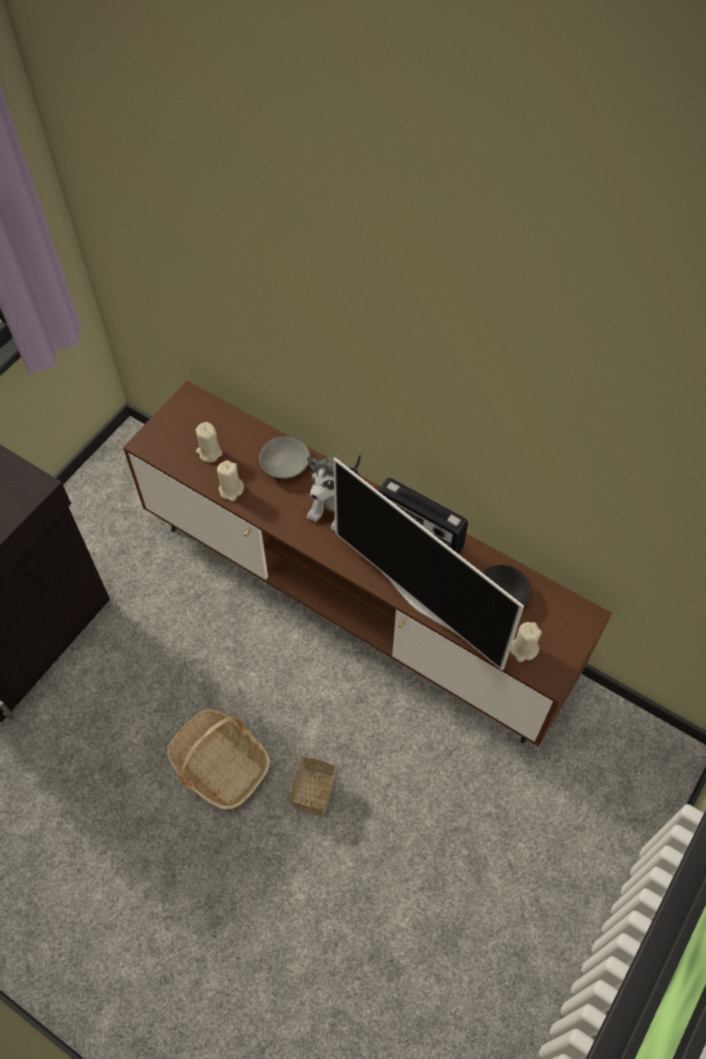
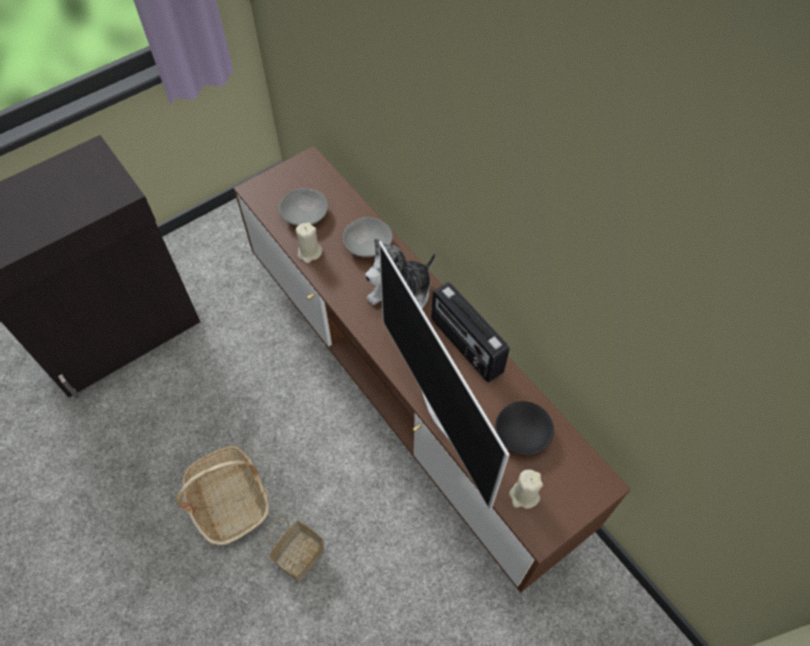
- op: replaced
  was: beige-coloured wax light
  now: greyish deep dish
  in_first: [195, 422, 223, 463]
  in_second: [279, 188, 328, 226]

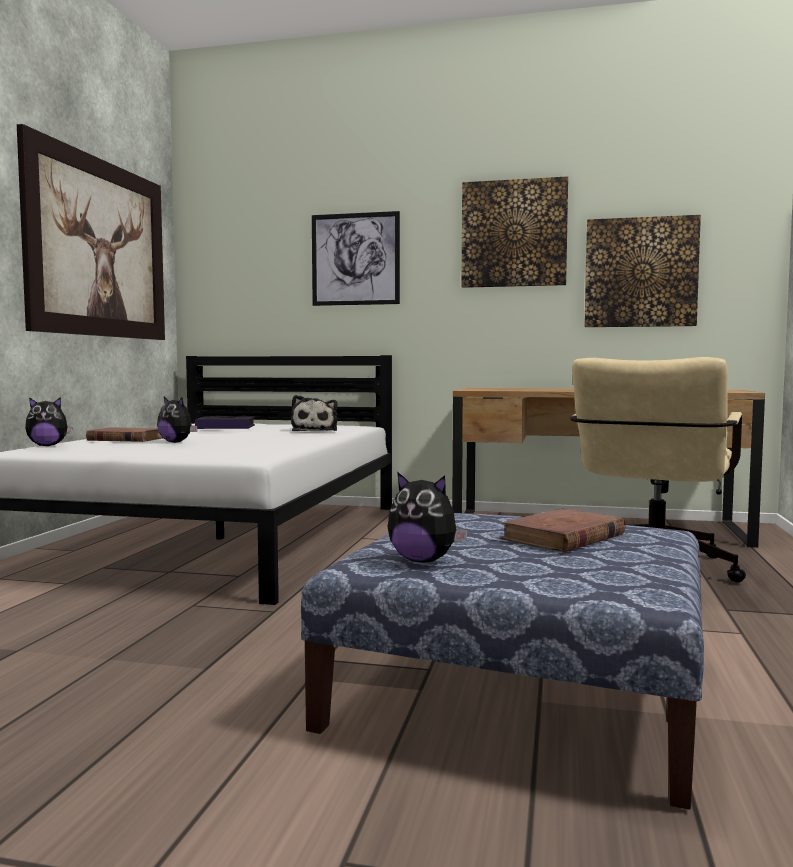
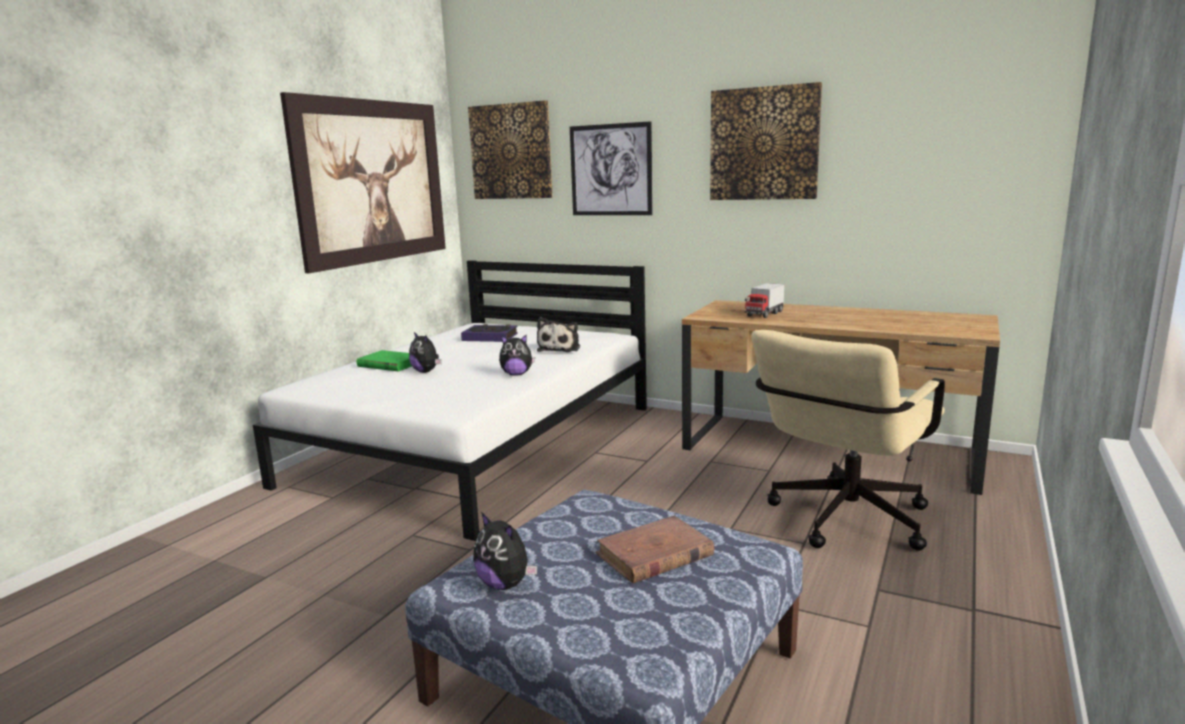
- op: recoloured
  was: brown book
  now: green-coloured book
  in_first: [86, 427, 163, 442]
  in_second: [357, 350, 412, 372]
- op: moved
  was: picture
  in_first: [585, 215, 701, 327]
  in_second: [468, 100, 553, 199]
- op: moved
  was: soft toy
  in_first: [25, 397, 73, 446]
  in_second: [499, 335, 535, 376]
- op: added
  now: model truck
  in_second: [744, 283, 784, 318]

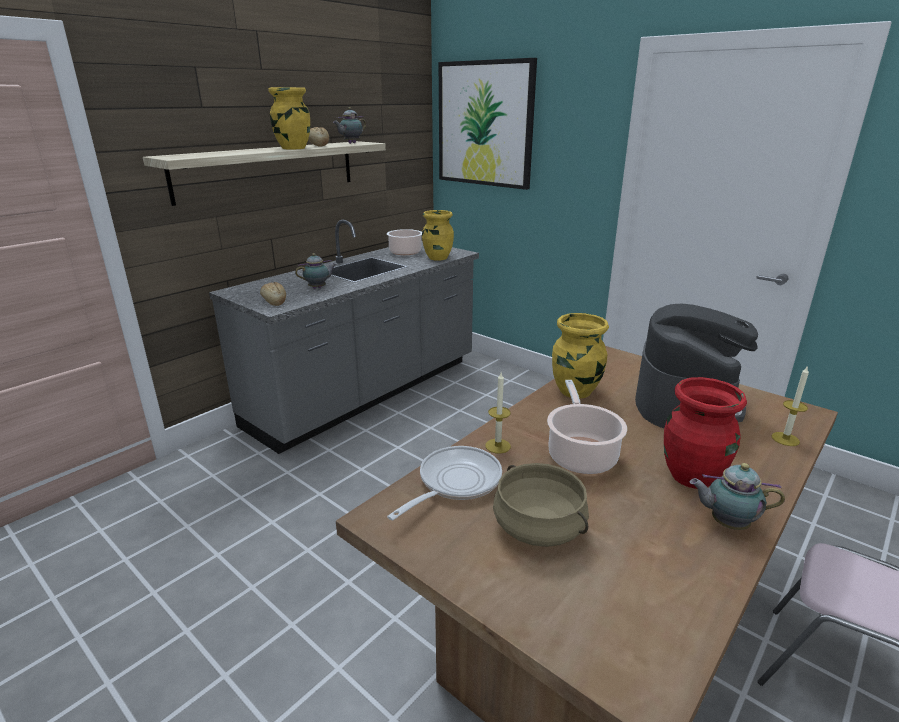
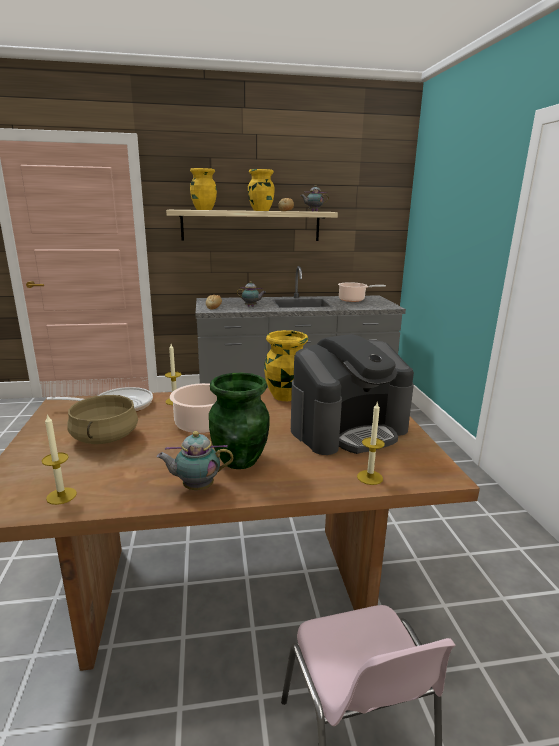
- op: added
  now: wax light
  in_second: [42, 414, 77, 505]
- op: turned
  was: tea pot
  in_first: [690, 463, 785, 530]
  in_second: [156, 431, 234, 490]
  clockwise: -60
- op: moved
  was: yellowish vase
  in_first: [422, 210, 454, 261]
  in_second: [190, 168, 217, 210]
- op: recoloured
  was: reddish vase
  now: green-coloured vase
  in_first: [664, 377, 747, 489]
  in_second: [209, 373, 270, 469]
- op: removed
  was: picture
  in_first: [439, 58, 537, 190]

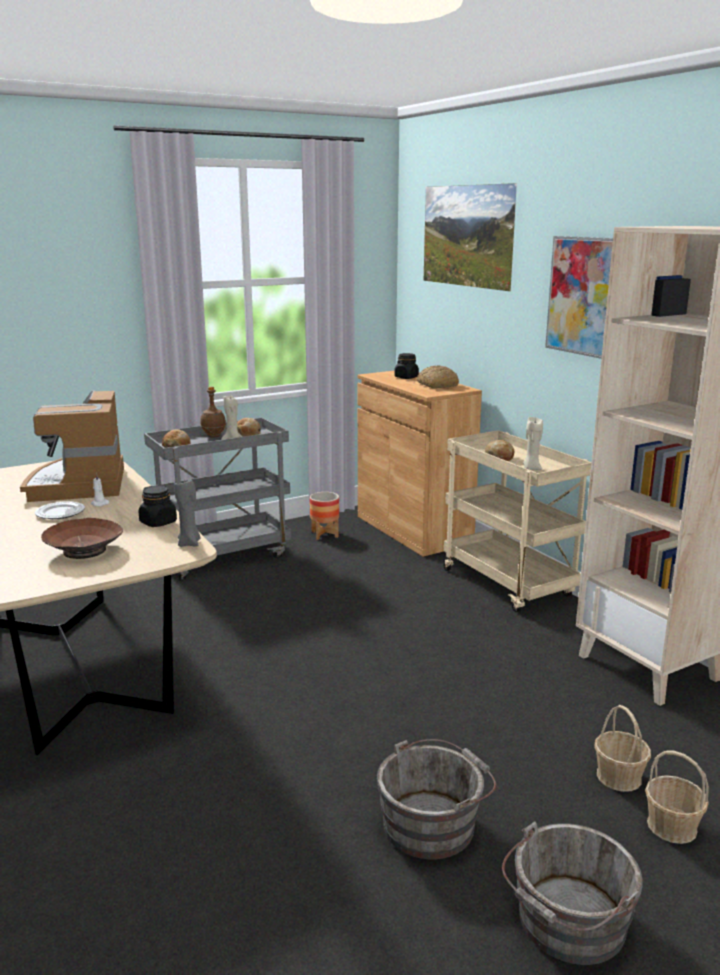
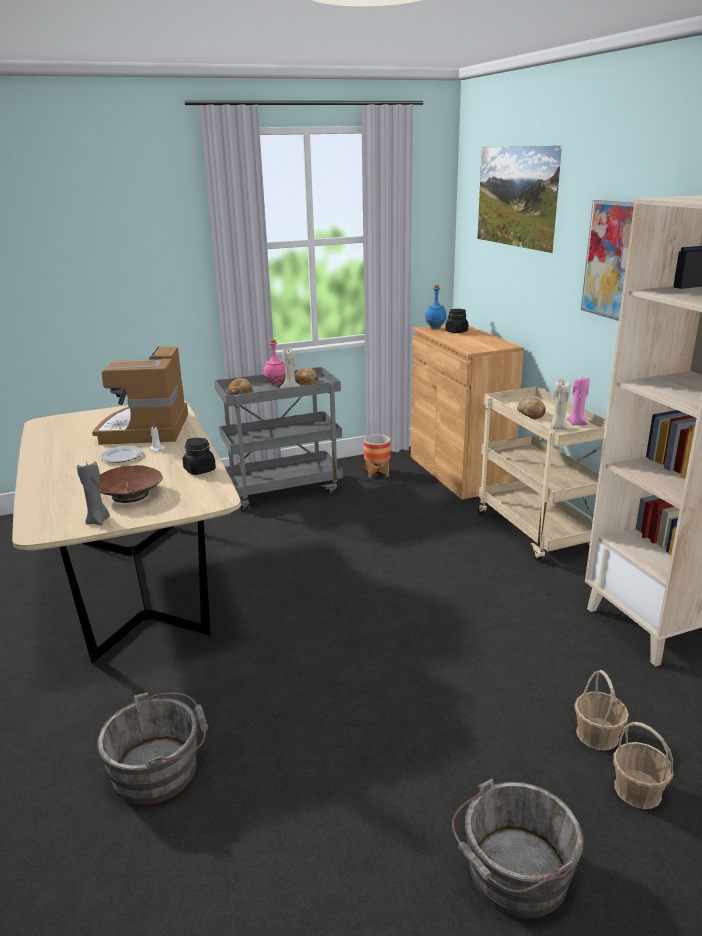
- op: moved
  was: greyish wax light
  in_first: [174, 479, 201, 547]
  in_second: [77, 461, 110, 526]
- op: moved
  was: greyish bucket
  in_first: [377, 739, 496, 859]
  in_second: [97, 692, 208, 805]
- op: recoloured
  was: brown drink bottle
  now: pinkish drink bottle
  in_first: [200, 387, 226, 438]
  in_second: [264, 339, 285, 385]
- op: added
  now: blue drink bottle
  in_second: [425, 285, 447, 329]
- op: added
  now: pinkish wax light
  in_second: [566, 377, 590, 426]
- op: removed
  was: bread
  in_first: [417, 365, 459, 388]

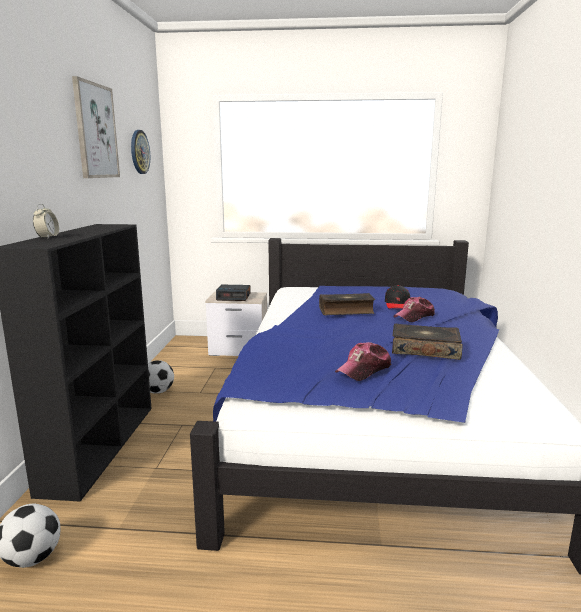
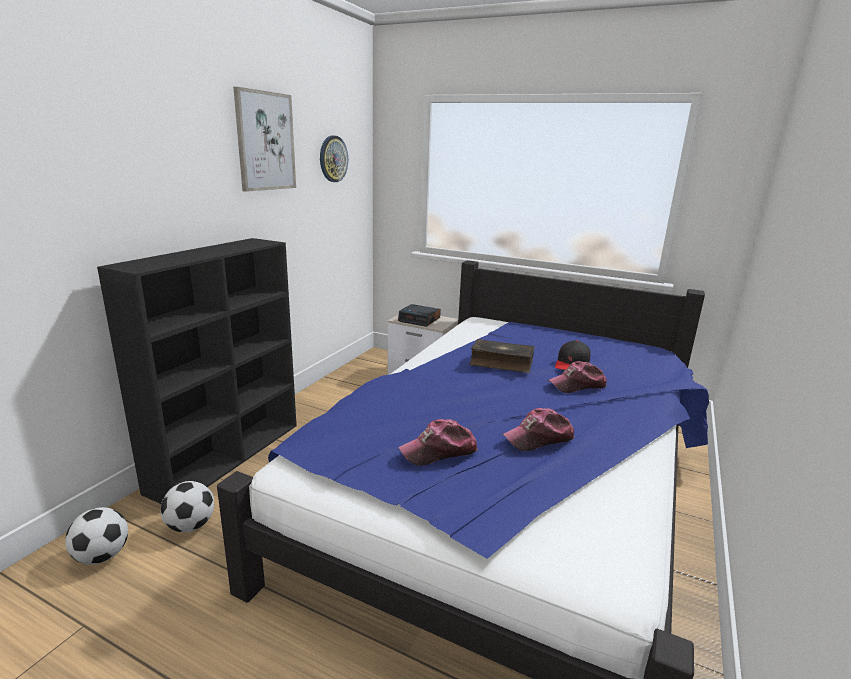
- op: moved
  was: football
  in_first: [148, 360, 174, 393]
  in_second: [161, 481, 214, 533]
- op: replaced
  was: book
  now: peaked cap
  in_first: [392, 324, 463, 360]
  in_second: [503, 408, 575, 451]
- op: removed
  was: alarm clock
  in_first: [33, 204, 59, 238]

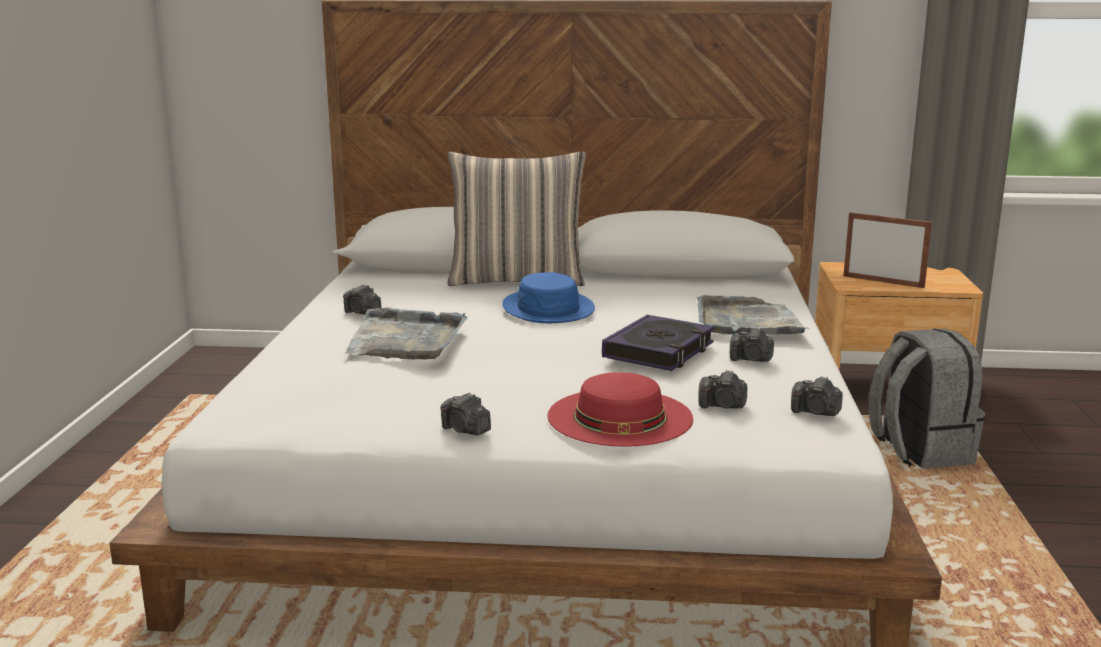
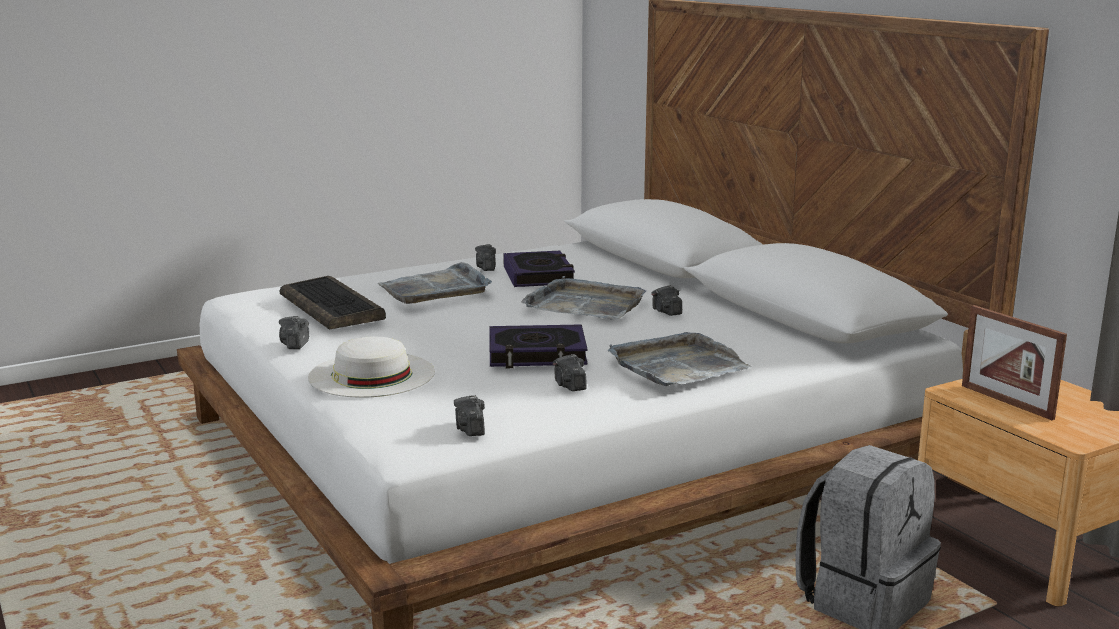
- op: added
  now: keyboard
  in_second: [279, 276, 386, 330]
- op: recoloured
  was: reddish clothing hat
  now: white-coloured clothing hat
  in_first: [547, 372, 693, 447]
  in_second: [308, 336, 435, 398]
- op: added
  now: book
  in_second: [503, 251, 575, 287]
- op: replaced
  was: blue clothing hat
  now: greyish tray
  in_first: [502, 272, 595, 323]
  in_second: [521, 276, 646, 319]
- op: moved
  was: photo camera
  in_first: [699, 370, 747, 408]
  in_second: [652, 285, 682, 316]
- op: turned
  was: photo frame
  in_first: [844, 212, 932, 288]
  in_second: [962, 305, 1067, 420]
  clockwise: 150
- op: removed
  was: pillow
  in_first: [447, 151, 586, 286]

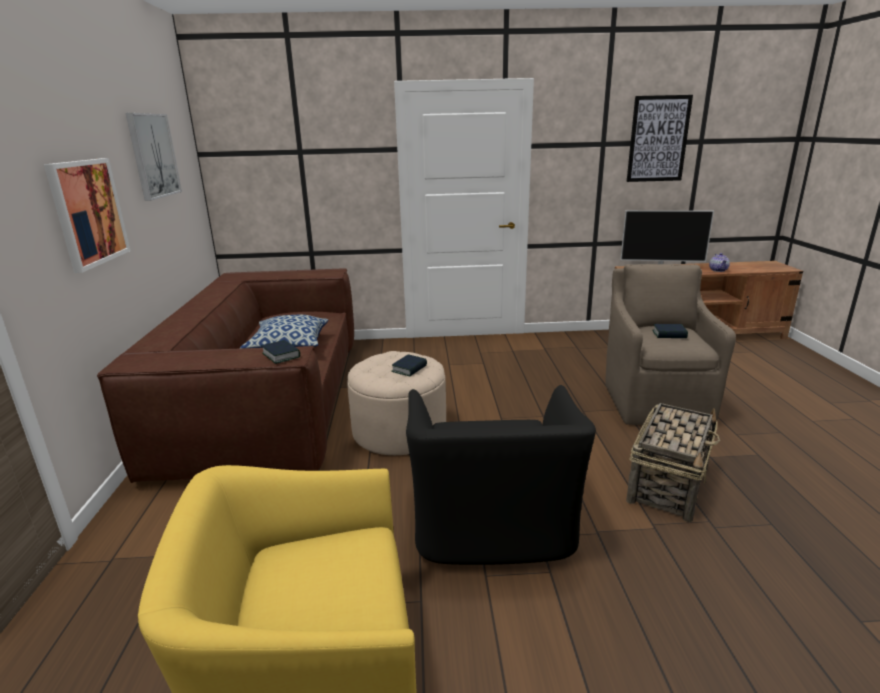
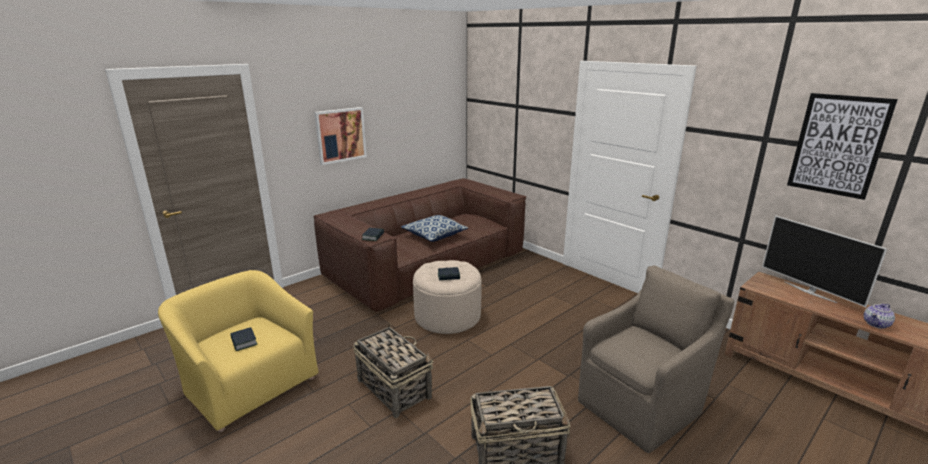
- op: moved
  was: book
  in_first: [652, 324, 688, 338]
  in_second: [230, 327, 257, 351]
- op: replaced
  was: black-coloured armchair
  now: basket
  in_first: [406, 385, 596, 565]
  in_second: [353, 322, 433, 418]
- op: removed
  was: picture
  in_first: [126, 113, 182, 201]

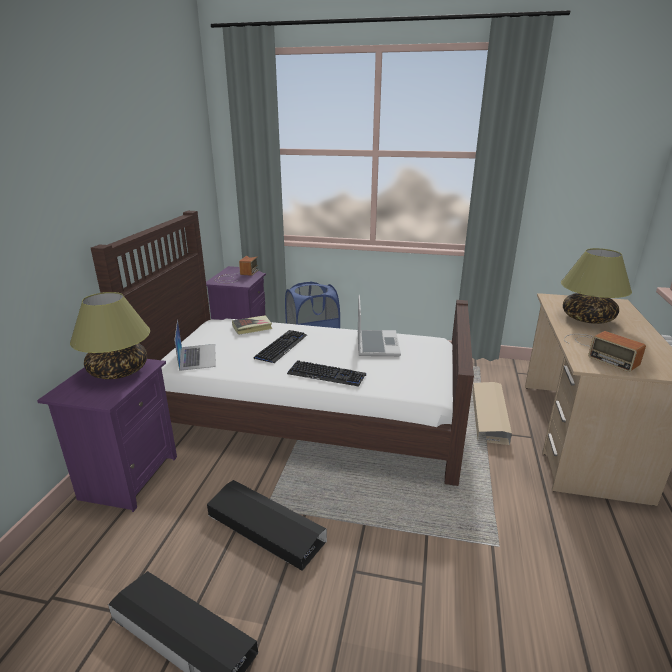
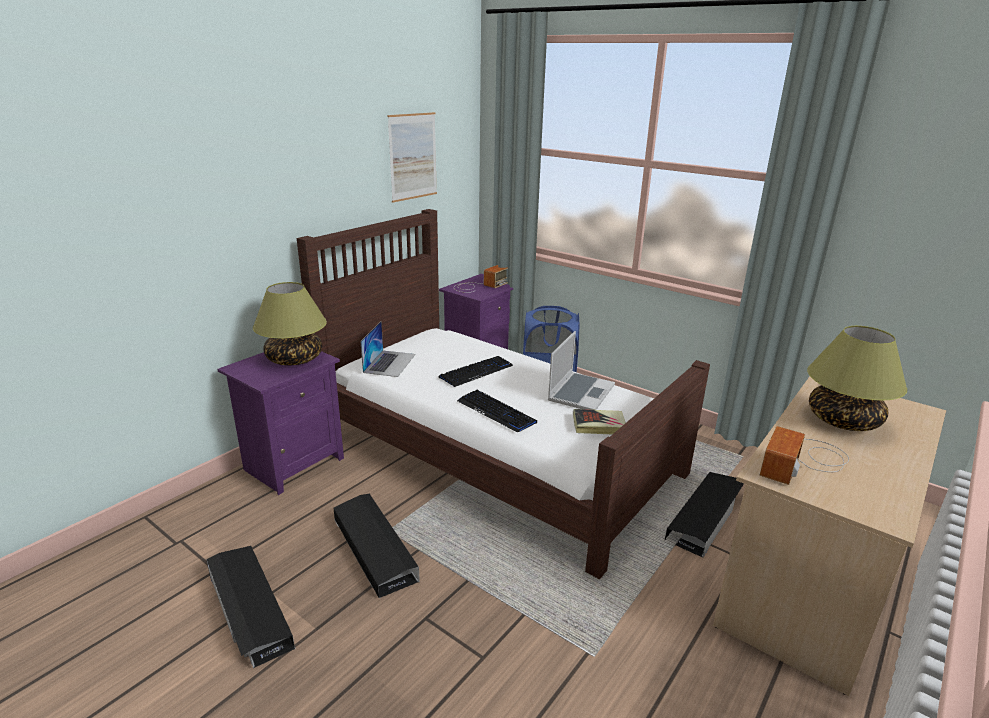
- op: added
  now: picture
  in_second: [387, 112, 437, 203]
- op: moved
  was: book
  in_first: [232, 315, 272, 335]
  in_second: [573, 409, 626, 434]
- op: recoloured
  was: beige-coloured storage box
  now: black-coloured storage box
  in_first: [472, 382, 512, 445]
  in_second: [665, 472, 744, 558]
- op: turned
  was: radio set
  in_first: [564, 331, 646, 372]
  in_second: [760, 426, 849, 485]
  clockwise: 45

